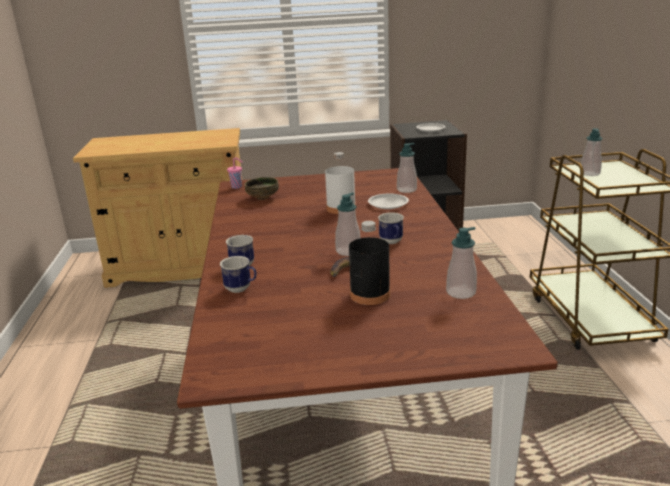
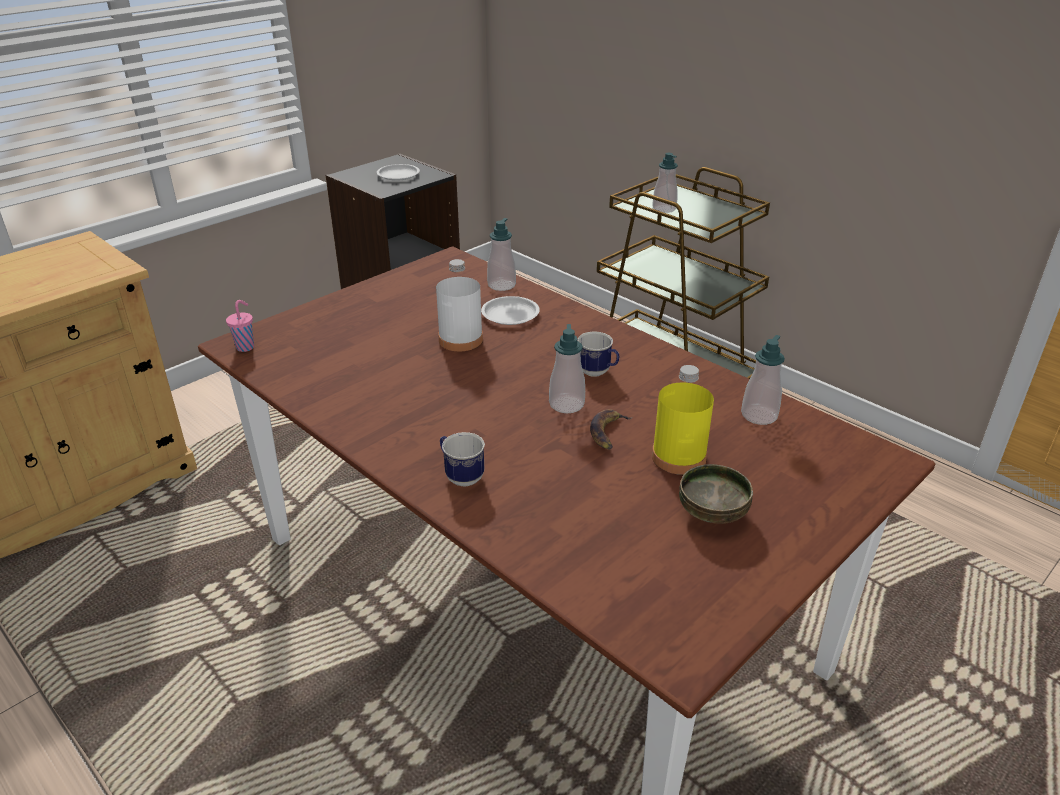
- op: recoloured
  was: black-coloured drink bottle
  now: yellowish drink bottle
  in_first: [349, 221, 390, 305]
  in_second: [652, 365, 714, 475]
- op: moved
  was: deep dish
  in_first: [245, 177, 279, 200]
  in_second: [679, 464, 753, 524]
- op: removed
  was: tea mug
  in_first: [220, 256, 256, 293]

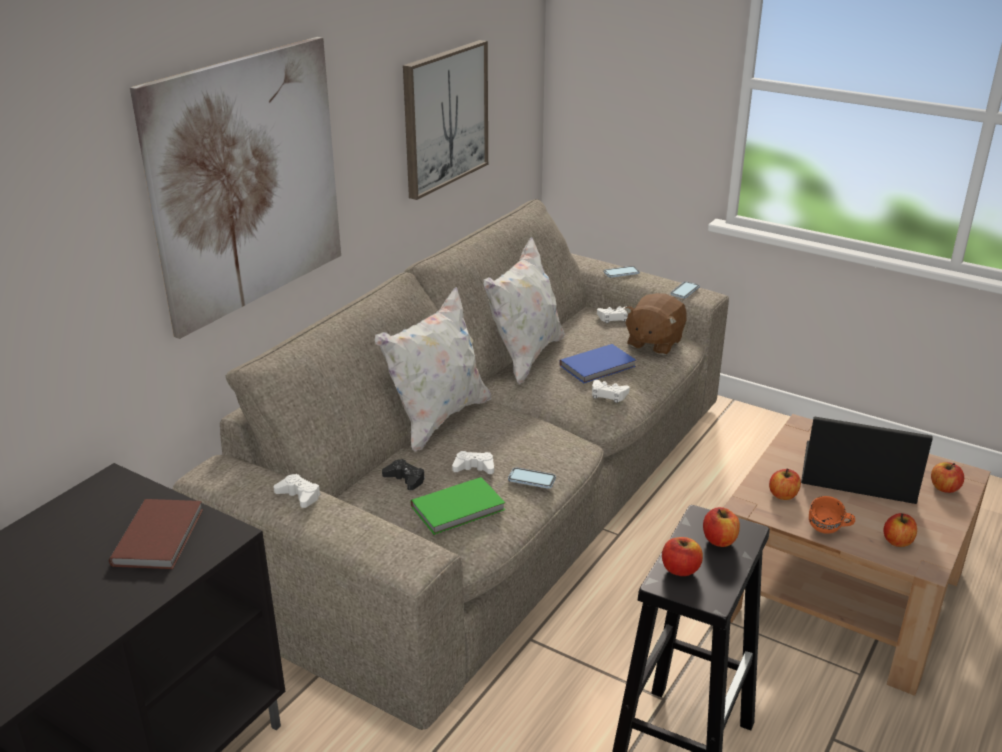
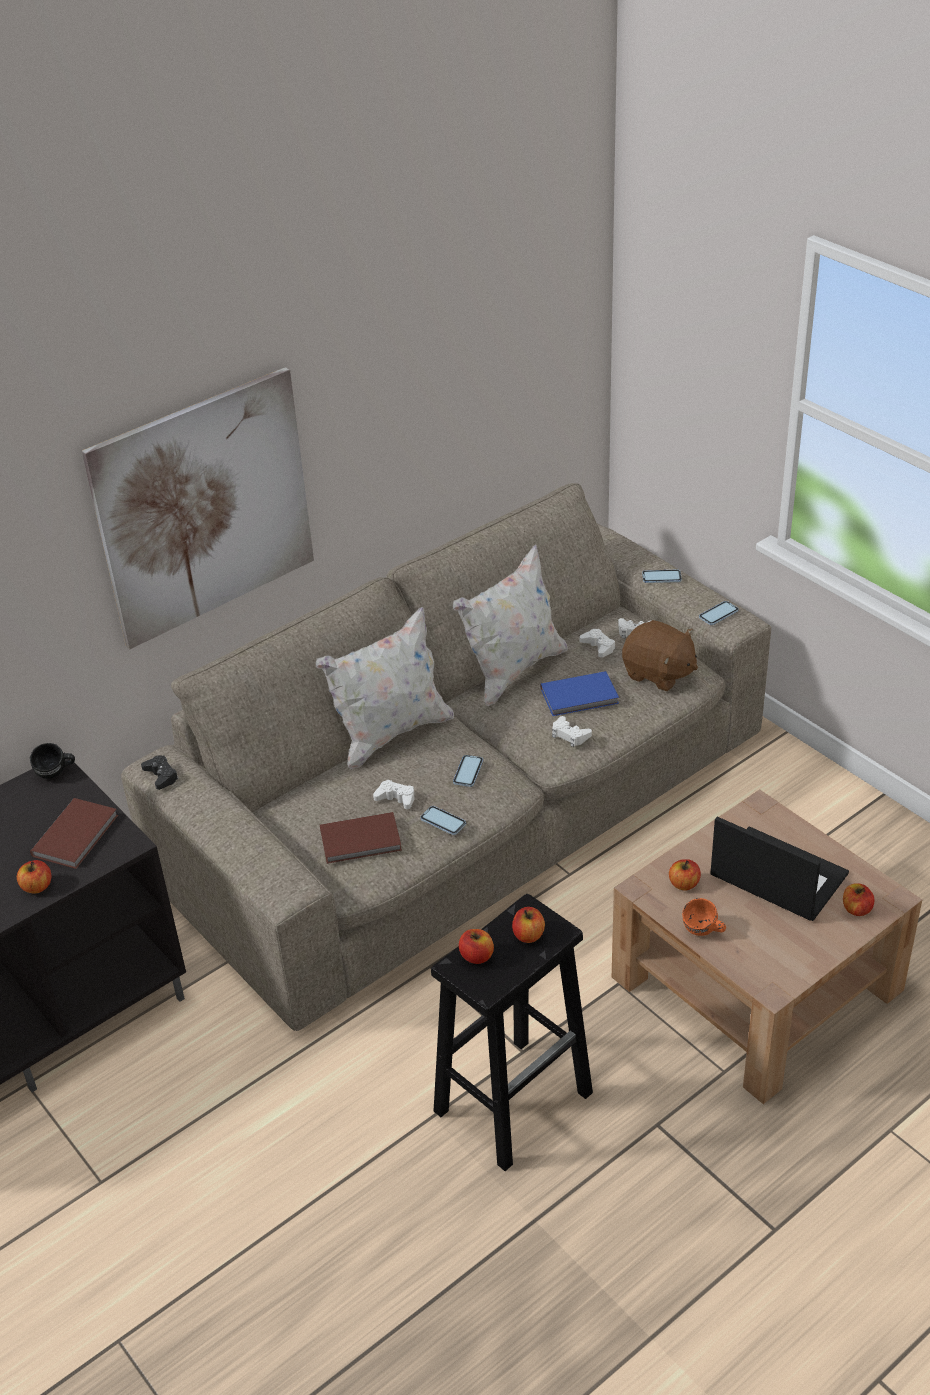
- op: moved
  was: whole apple
  in_first: [884, 513, 917, 547]
  in_second: [17, 860, 51, 894]
- op: added
  now: black-coloured tea mug
  in_second: [30, 743, 75, 779]
- op: moved
  was: black-coloured game controller
  in_first: [382, 459, 425, 490]
  in_second: [141, 755, 179, 790]
- op: recoloured
  was: green-coloured book
  now: brown book
  in_first: [411, 477, 505, 535]
  in_second: [320, 812, 402, 864]
- op: added
  now: handset
  in_second: [453, 755, 483, 787]
- op: moved
  was: white-coloured game controller
  in_first: [274, 474, 321, 508]
  in_second: [580, 629, 615, 658]
- op: turned
  was: brown soft toy
  in_first: [624, 293, 687, 355]
  in_second: [622, 620, 698, 691]
  clockwise: -105
- op: removed
  was: picture
  in_first: [403, 40, 488, 200]

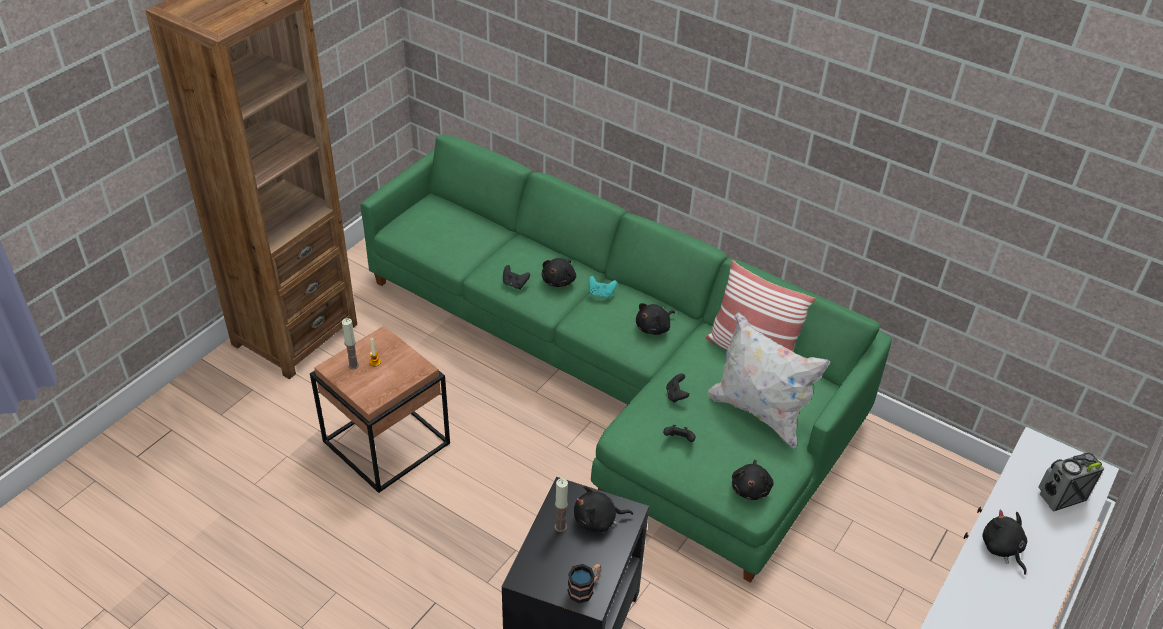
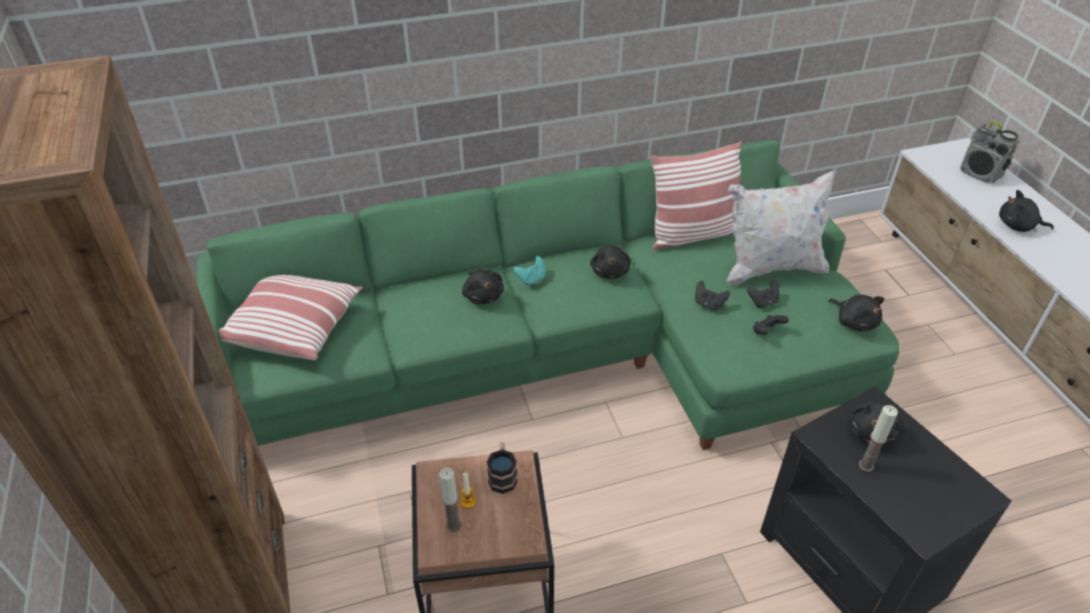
- op: added
  now: pillow
  in_second: [219, 275, 363, 360]
- op: moved
  was: tea mug
  in_first: [567, 564, 601, 603]
  in_second: [487, 442, 517, 494]
- op: moved
  was: black-coloured game controller
  in_first: [503, 265, 530, 289]
  in_second: [747, 279, 780, 308]
- op: turned
  was: radio set
  in_first: [1038, 453, 1104, 512]
  in_second: [960, 121, 1019, 183]
  clockwise: -60

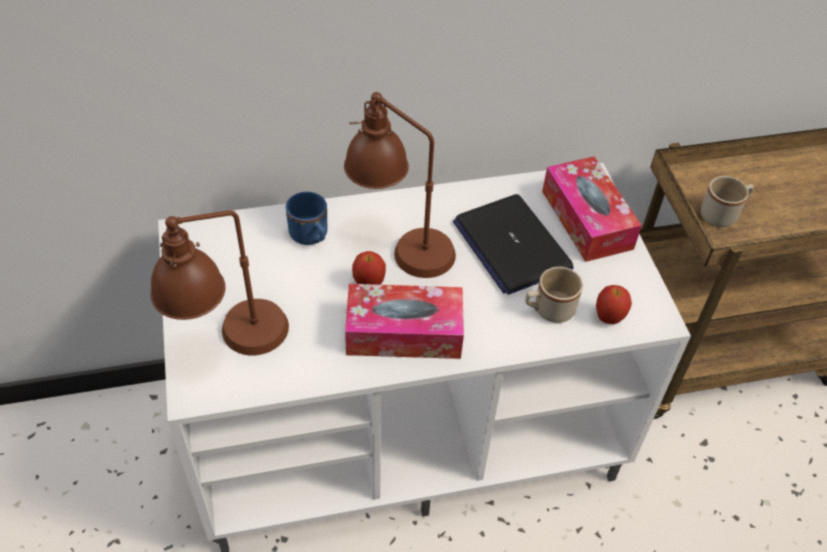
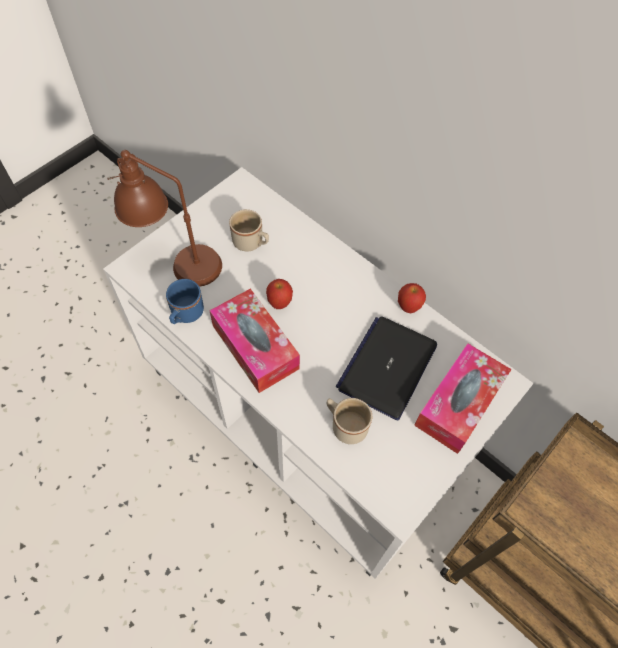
- op: moved
  was: blue tea mug
  in_first: [286, 192, 328, 245]
  in_second: [166, 279, 204, 324]
- op: moved
  was: beige-coloured tea mug
  in_first: [701, 176, 754, 227]
  in_second: [229, 209, 269, 251]
- op: moved
  was: whole apple
  in_first: [596, 285, 632, 324]
  in_second: [398, 283, 426, 313]
- op: removed
  was: brown lamp for a table
  in_first: [344, 92, 456, 278]

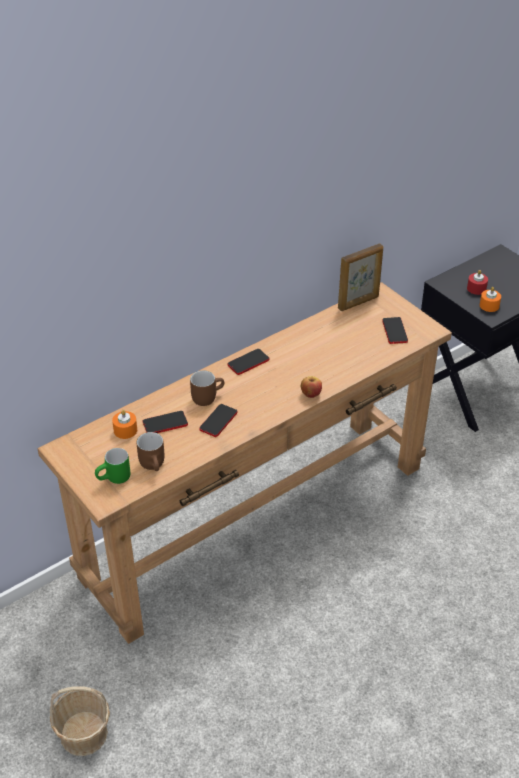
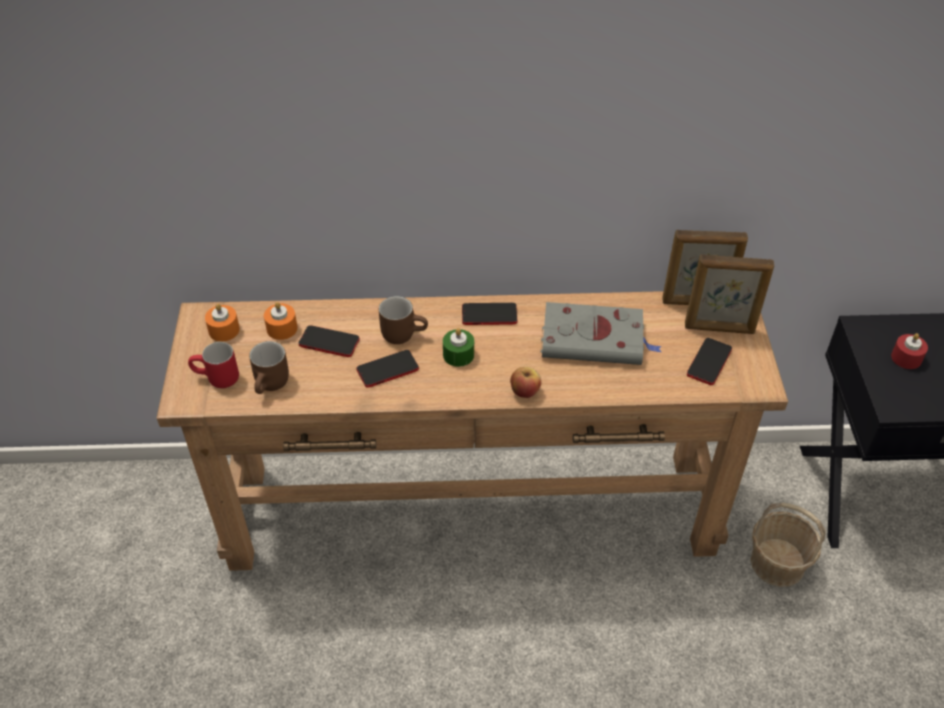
- op: recoloured
  was: green-coloured tea mug
  now: reddish tea mug
  in_first: [95, 448, 131, 484]
  in_second: [188, 342, 239, 388]
- op: moved
  was: orangey wax light
  in_first: [480, 287, 501, 312]
  in_second: [205, 304, 240, 341]
- op: added
  now: green-coloured wax light
  in_second: [443, 328, 474, 367]
- op: added
  now: greyish book
  in_second: [541, 302, 661, 365]
- op: added
  now: photo frame
  in_second: [685, 254, 774, 334]
- op: moved
  was: basket
  in_first: [50, 686, 110, 756]
  in_second: [750, 502, 826, 587]

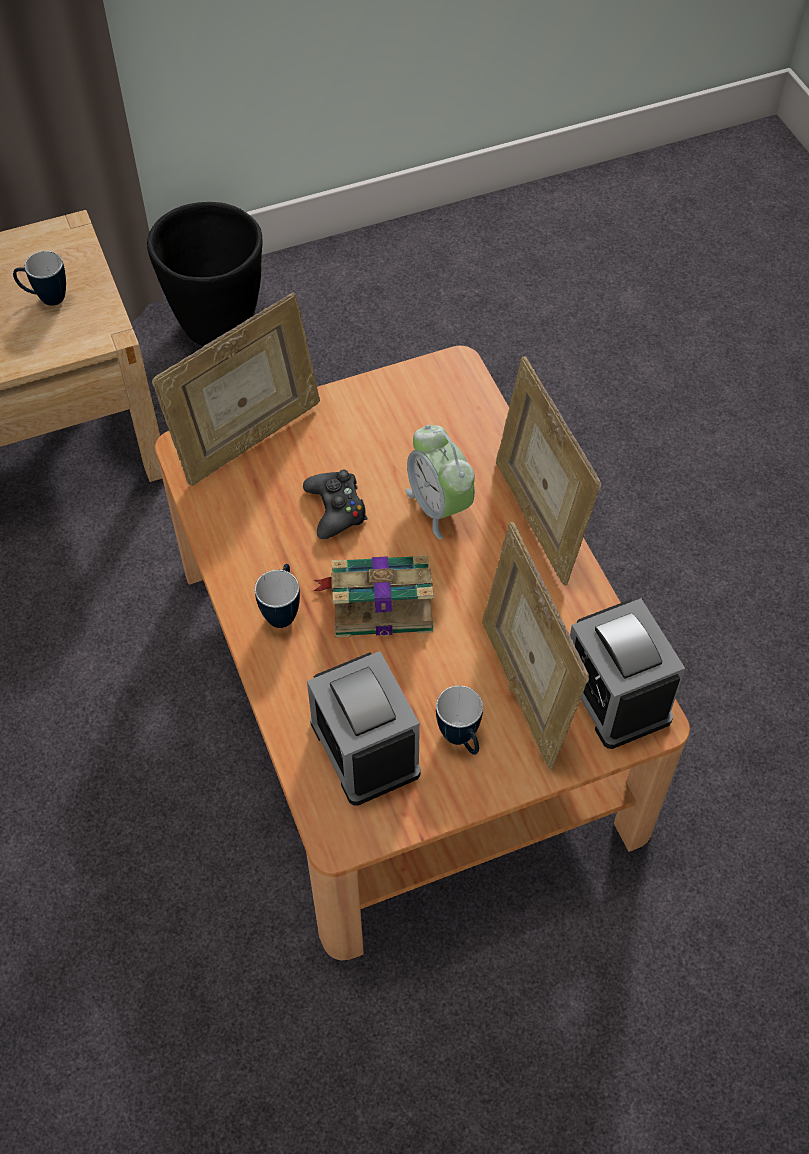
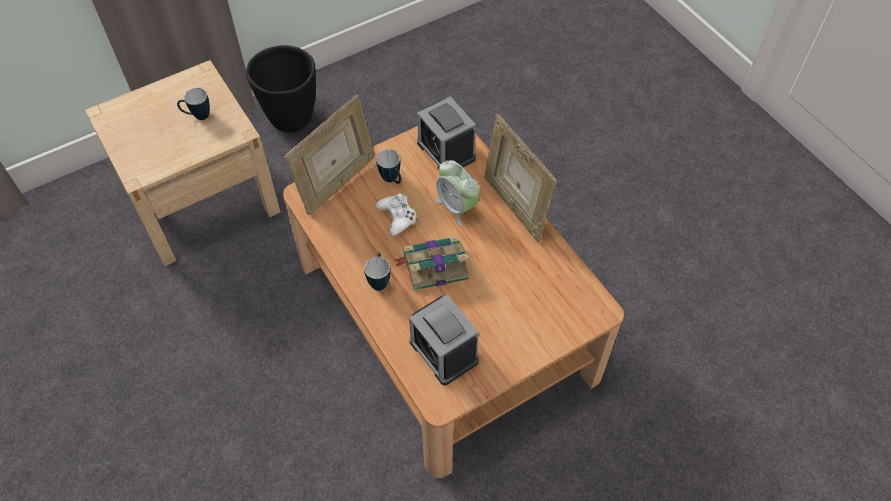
- op: moved
  was: tea mug
  in_first: [436, 686, 483, 755]
  in_second: [376, 149, 401, 184]
- op: recoloured
  was: black-coloured game controller
  now: white-coloured game controller
  in_first: [303, 469, 367, 539]
  in_second: [376, 193, 417, 236]
- op: moved
  was: alarm clock
  in_first: [570, 598, 685, 749]
  in_second: [417, 97, 476, 169]
- op: removed
  was: photo frame
  in_first: [482, 522, 589, 769]

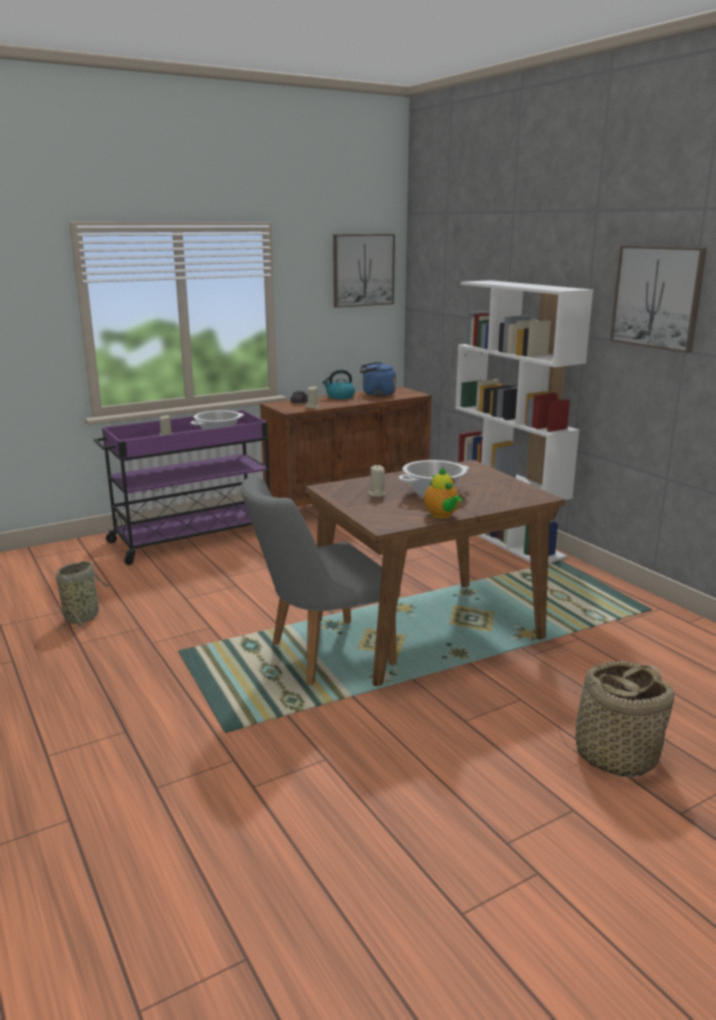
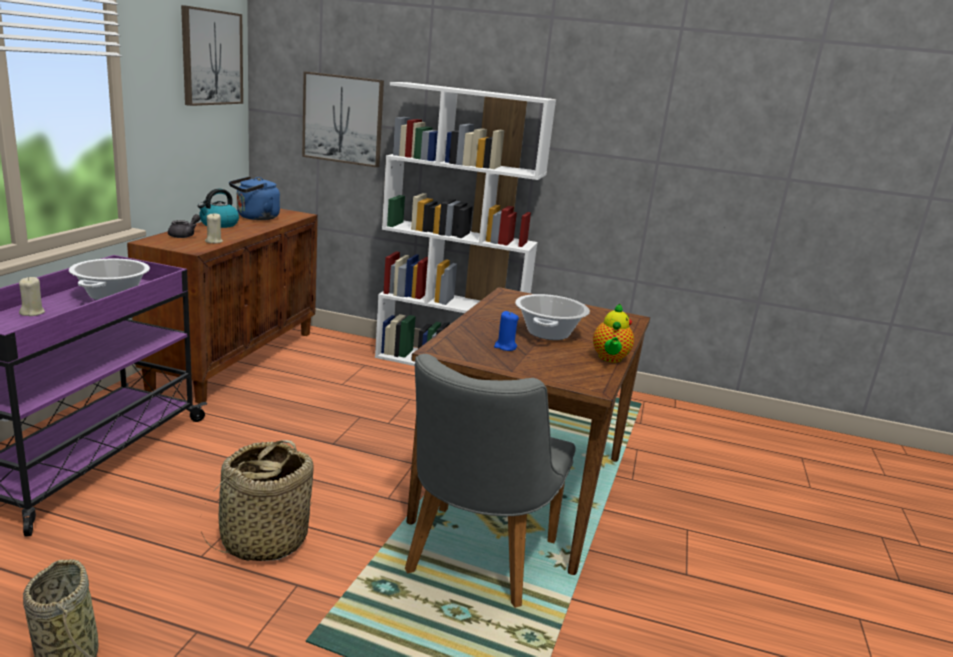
- op: moved
  was: basket
  in_first: [558, 661, 674, 777]
  in_second: [201, 440, 313, 561]
- op: moved
  was: picture
  in_first: [610, 245, 707, 353]
  in_second: [302, 71, 384, 167]
- op: recoloured
  was: beige-coloured wax light
  now: blue wax light
  in_first: [368, 465, 386, 497]
  in_second: [494, 311, 519, 351]
- op: turned
  was: tea pot
  in_first: [424, 467, 462, 519]
  in_second: [593, 303, 634, 362]
  clockwise: 75

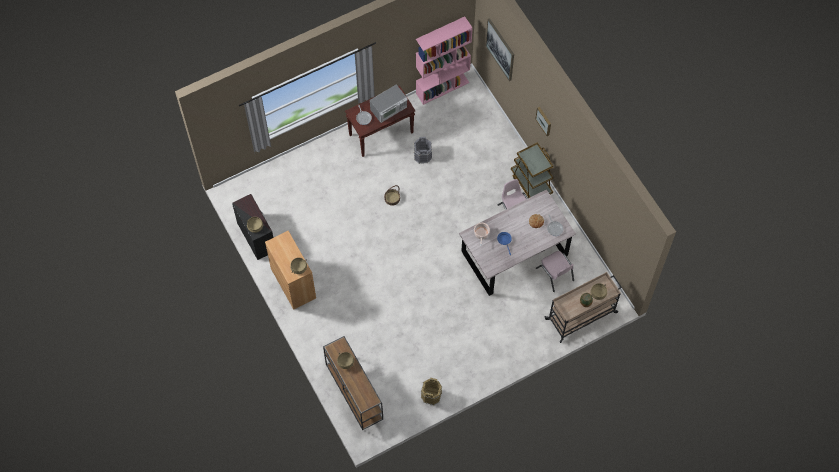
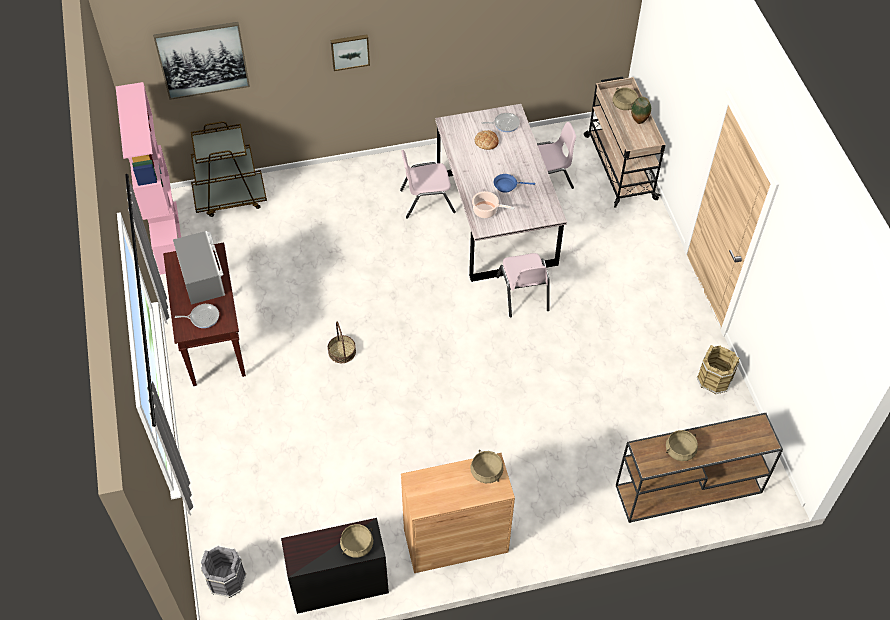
- op: moved
  was: brown wheeled cart
  in_first: [511, 142, 553, 198]
  in_second: [191, 121, 267, 217]
- op: moved
  was: greyish bucket
  in_first: [414, 137, 433, 164]
  in_second: [201, 546, 246, 598]
- op: added
  now: pinkish upright chair
  in_second: [496, 253, 550, 317]

